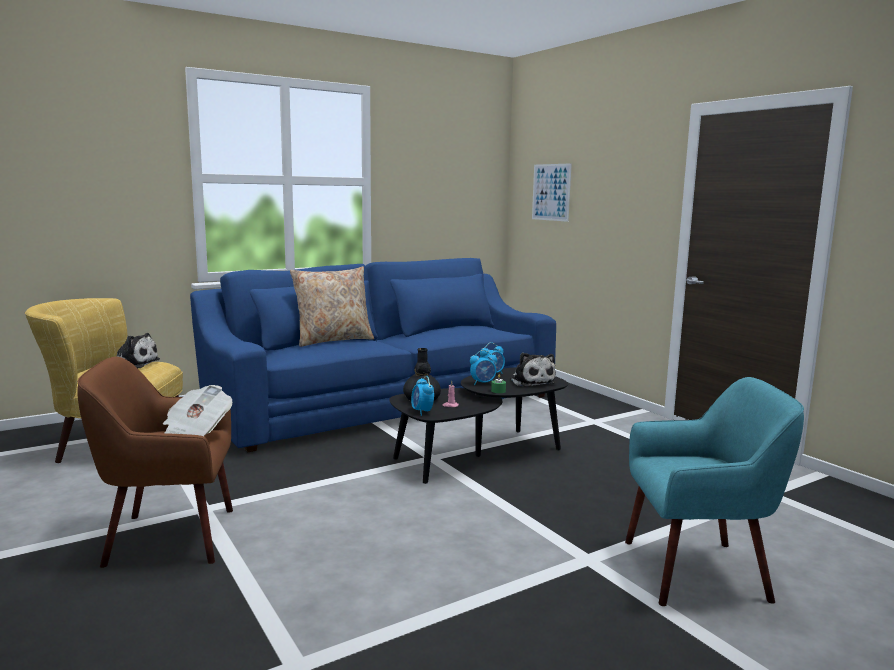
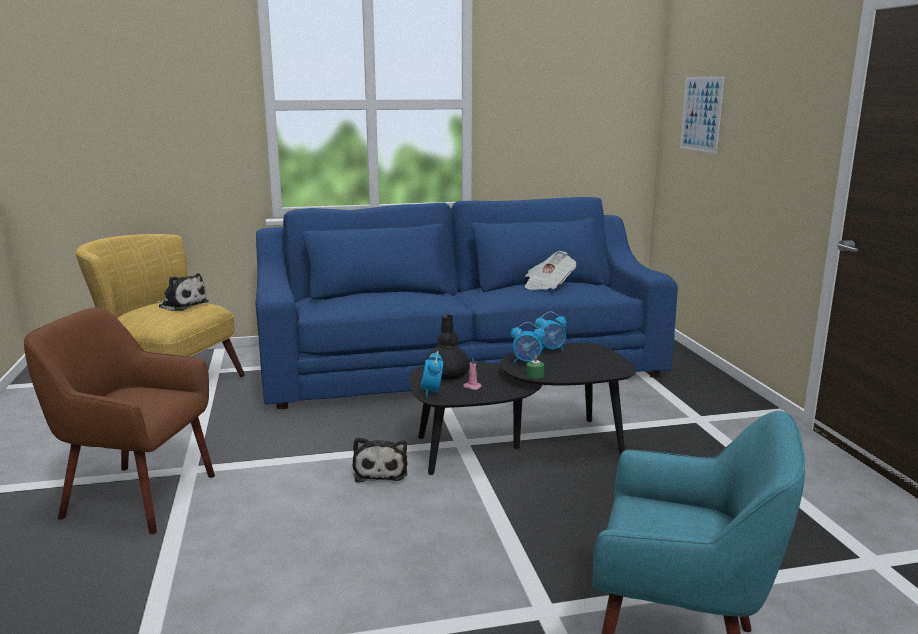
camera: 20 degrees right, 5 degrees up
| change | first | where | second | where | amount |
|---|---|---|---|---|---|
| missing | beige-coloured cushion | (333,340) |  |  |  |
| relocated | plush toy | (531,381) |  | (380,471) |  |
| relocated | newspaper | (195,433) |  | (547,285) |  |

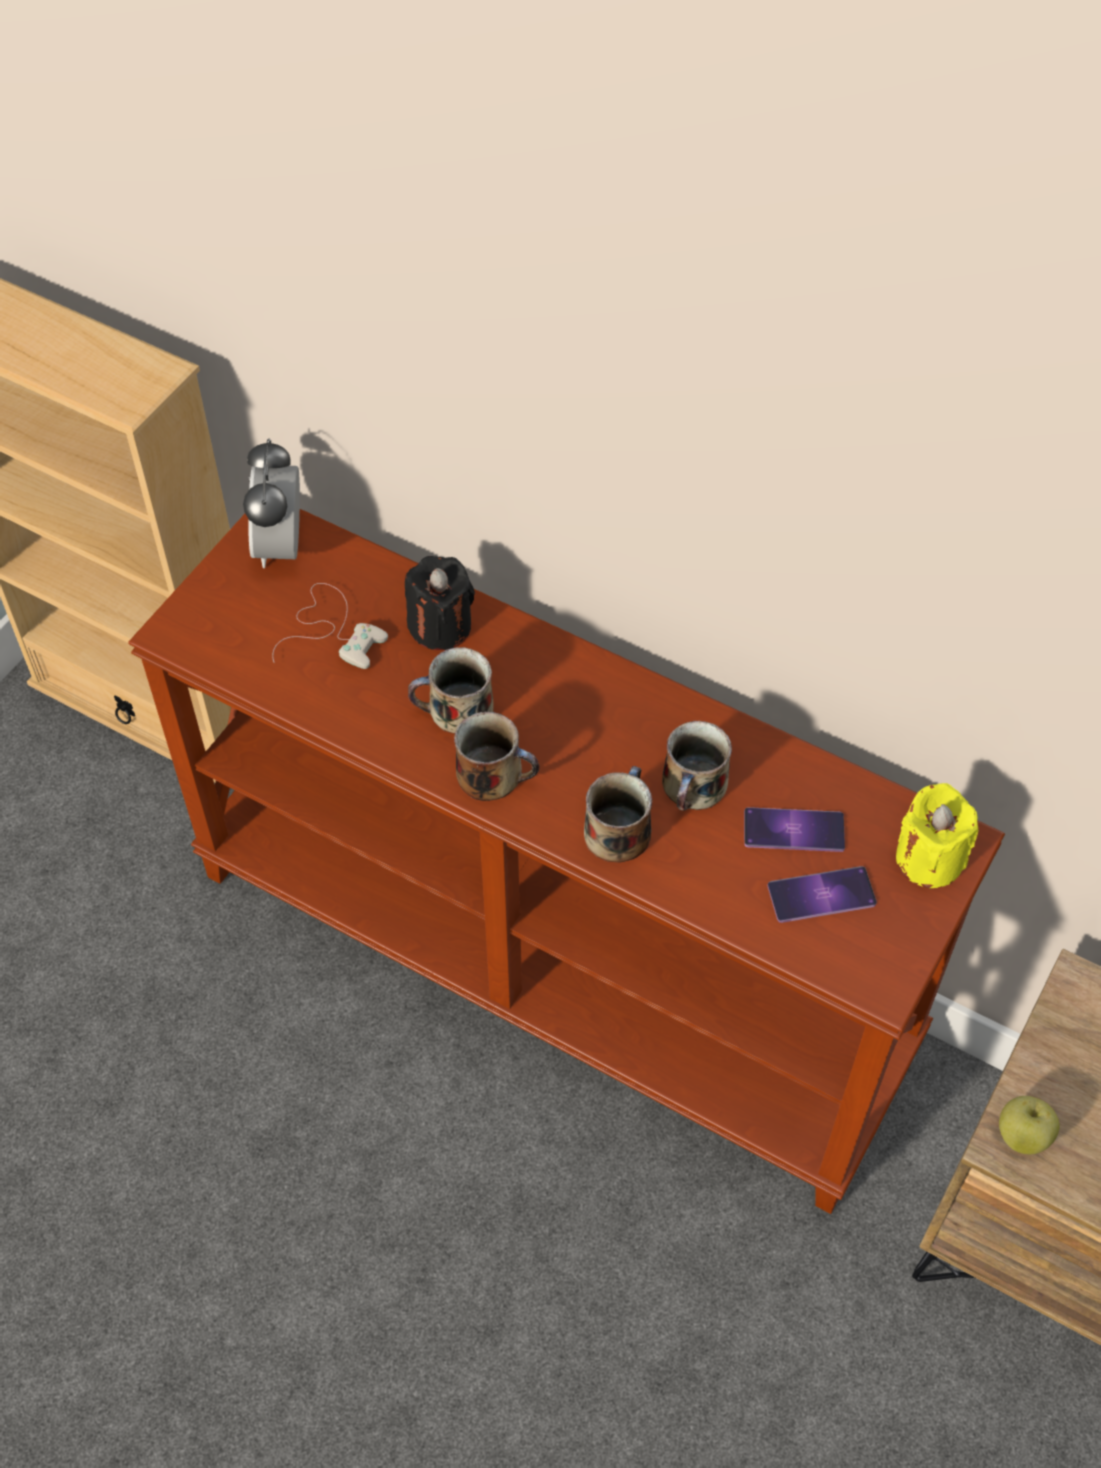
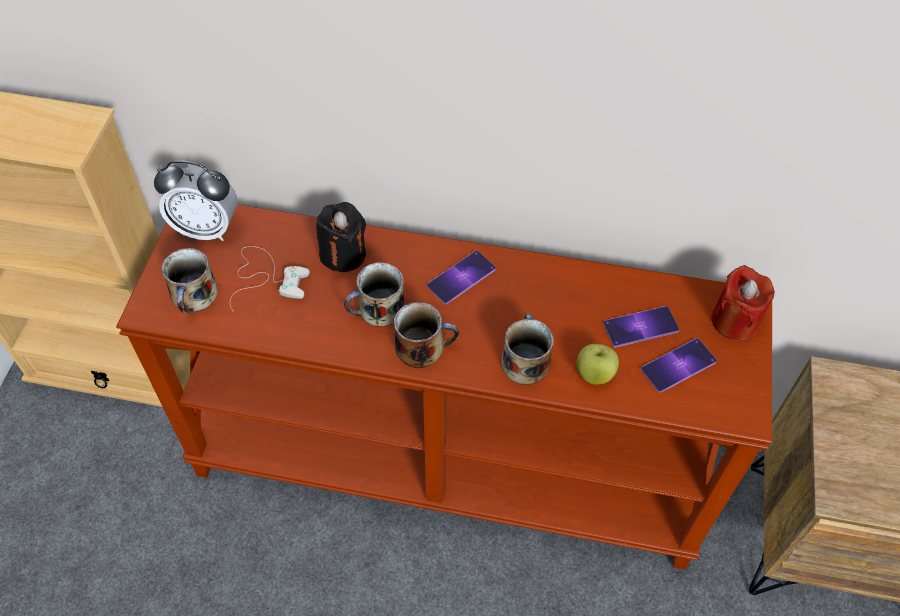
camera: 20 degrees left, 0 degrees up
| change | first | where | second | where | amount |
|---|---|---|---|---|---|
| spun | table clock | (281,546) |  | (206,229) | 60 degrees counterclockwise |
| relocated | mug | (694,787) |  | (194,296) |  |
| colour | yellowish wax light | (928,859) | red wax light | (734,321) |  |
| relocated | whole apple | (1022,1136) |  | (594,374) |  |
| appeared |  |  | handset | (461,277) |  |

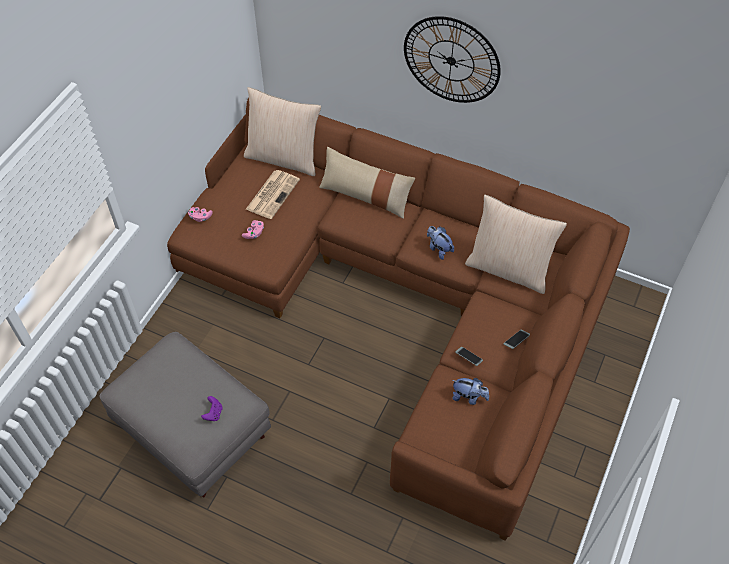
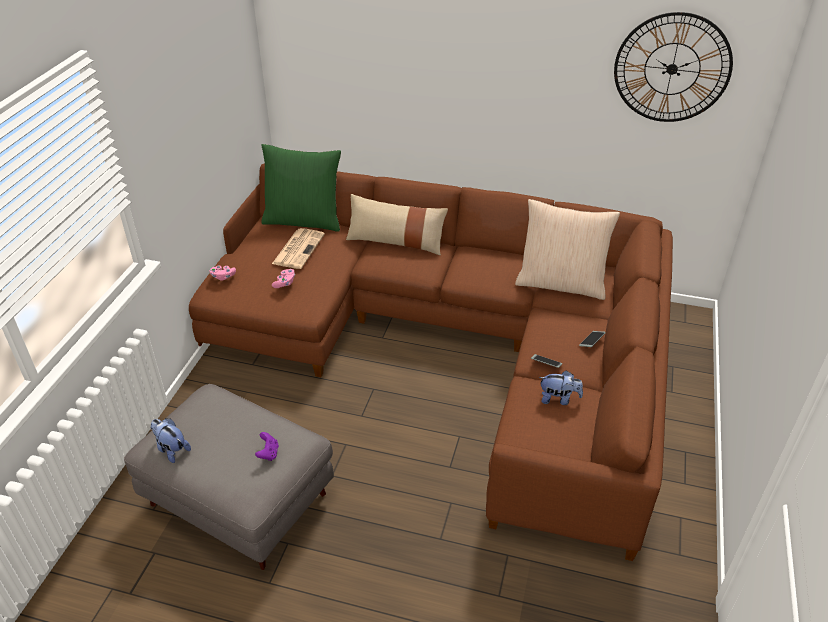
camera: 10 degrees left, 15 degrees down
| change | first | where | second | where | amount |
|---|---|---|---|---|---|
| relocated | clock on the wall | (451,60) |  | (672,69) |  |
| colour | beige-coloured cushion | (284,158) | green cushion | (304,220) |  |
| relocated | plush toy | (438,249) |  | (171,449) |  |

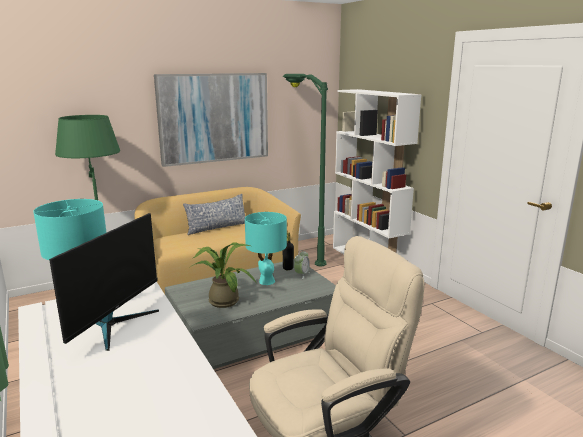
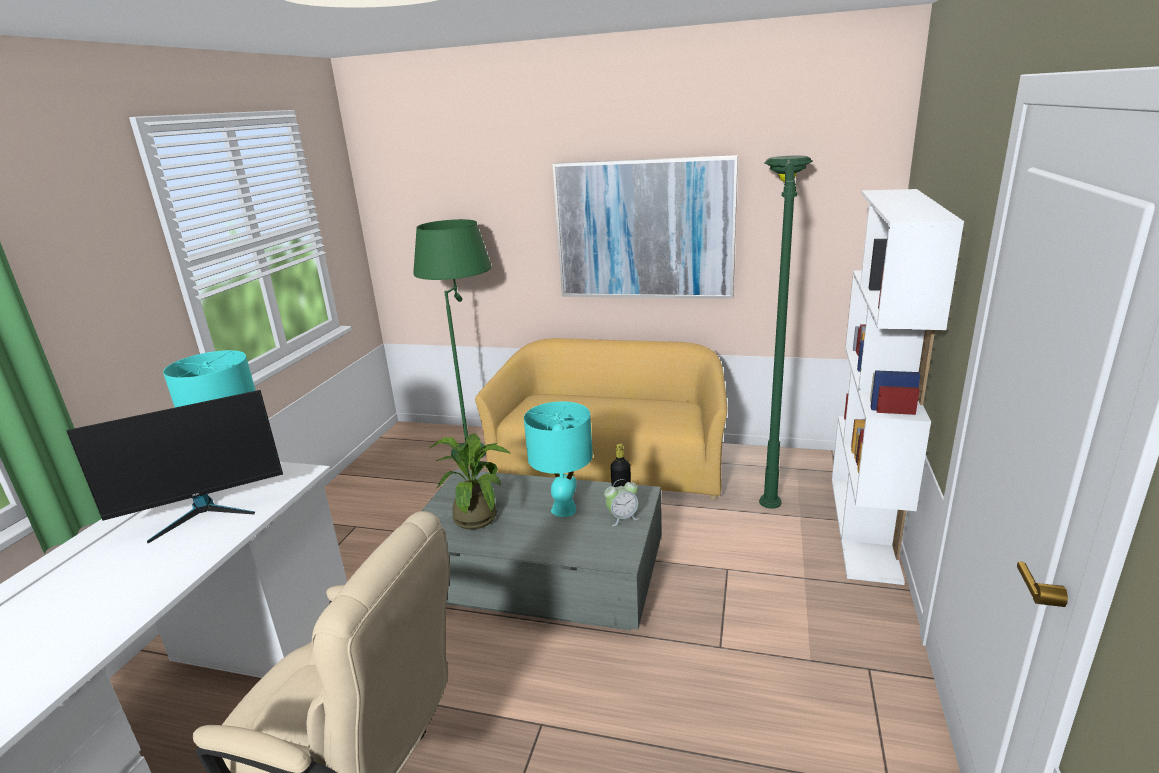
camera: 45 degrees right, 5 degrees up
| change | first | where | second | where | amount |
|---|---|---|---|---|---|
| missing | cushion | (217,227) |  |  |  |

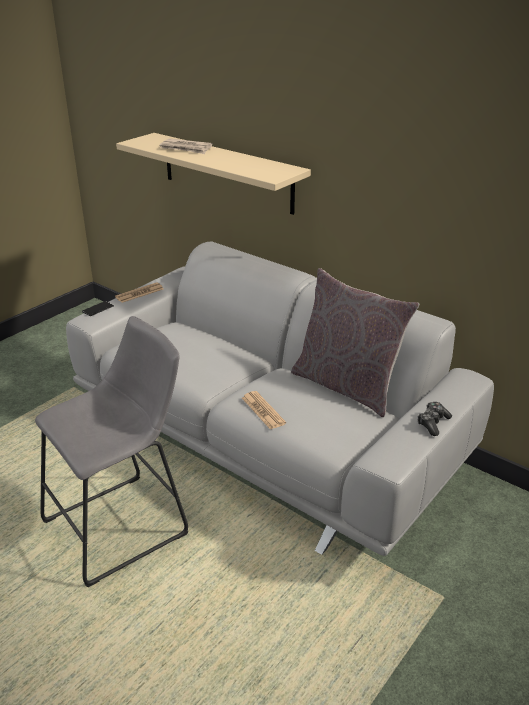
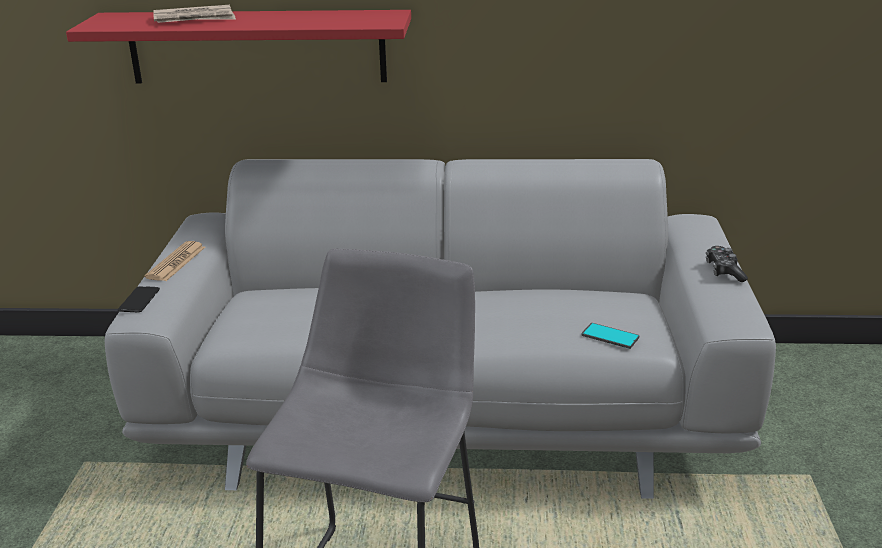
camera: 35 degrees left, 5 degrees down
| change | first | where | second | where | amount |
|---|---|---|---|---|---|
| colour | beige-coloured wall shelf | (227,172) | red wall shelf | (257,47) |  |
| missing | grey cushion | (346,386) |  |  |  |
| missing | newspaper | (263,410) |  |  |  |
| appeared |  |  | handset | (610,336) |  |

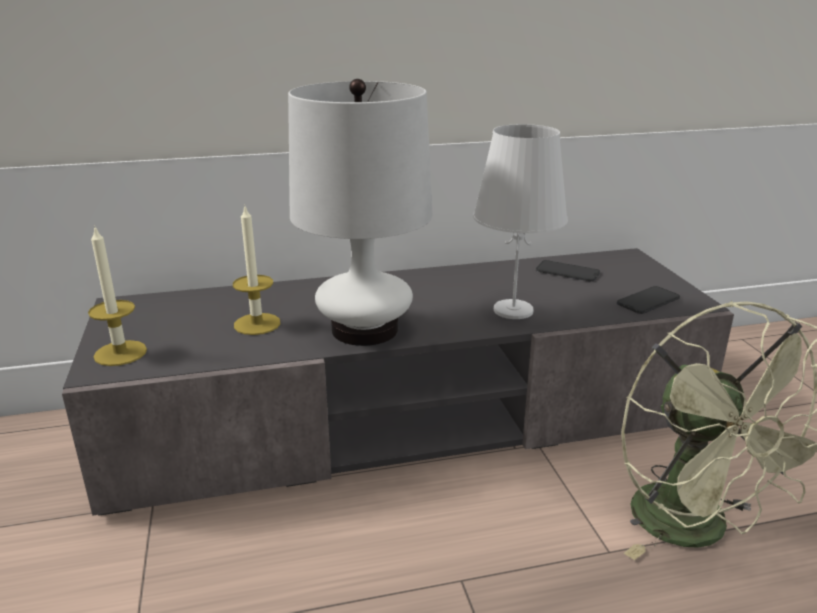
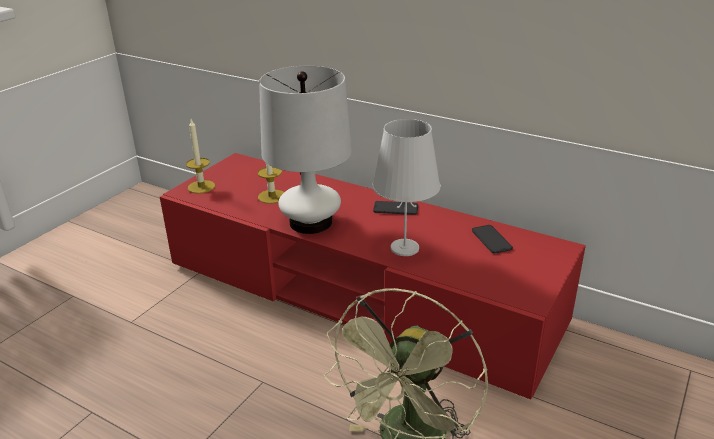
camera: 45 degrees right, 5 degrees up
| change | first | where | second | where | amount |
|---|---|---|---|---|---|
| colour | grey media console | (408,418) | red media console | (358,293) |  |
| relocated | handset | (648,301) |  | (395,208) |  |

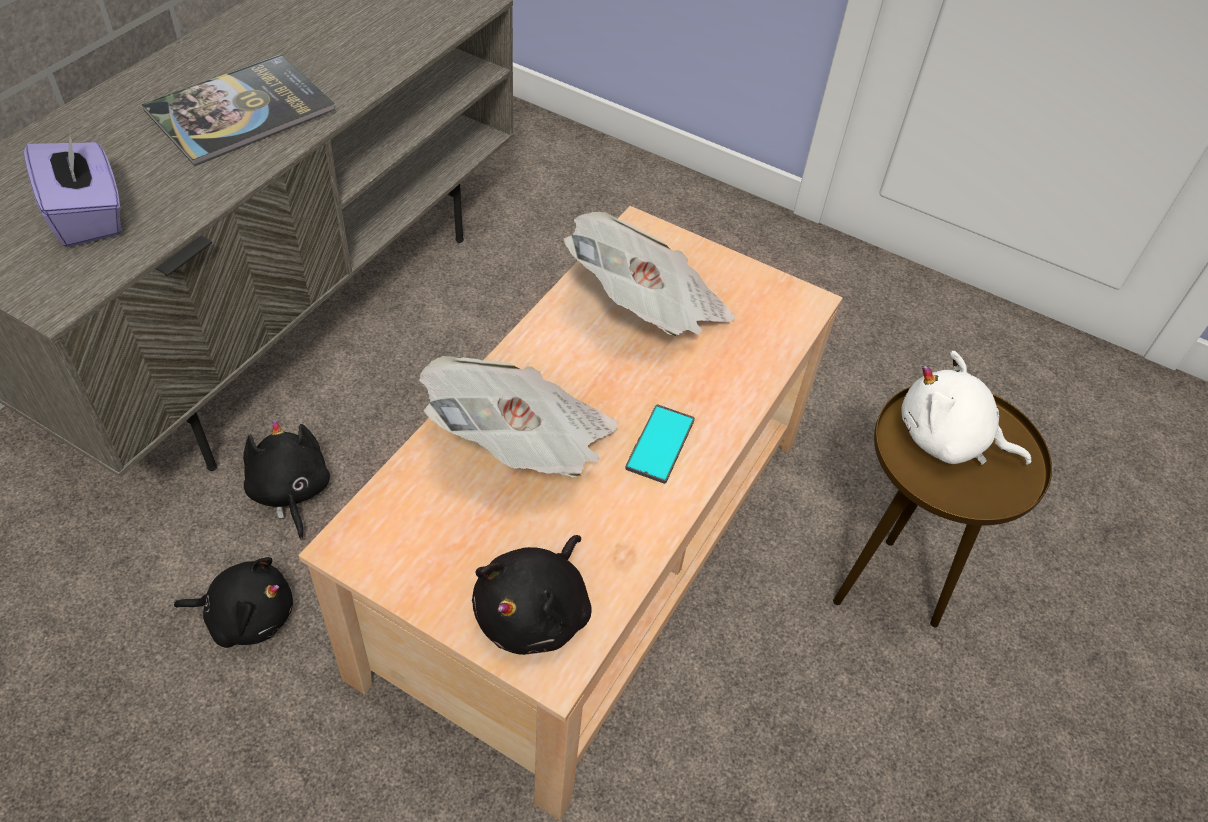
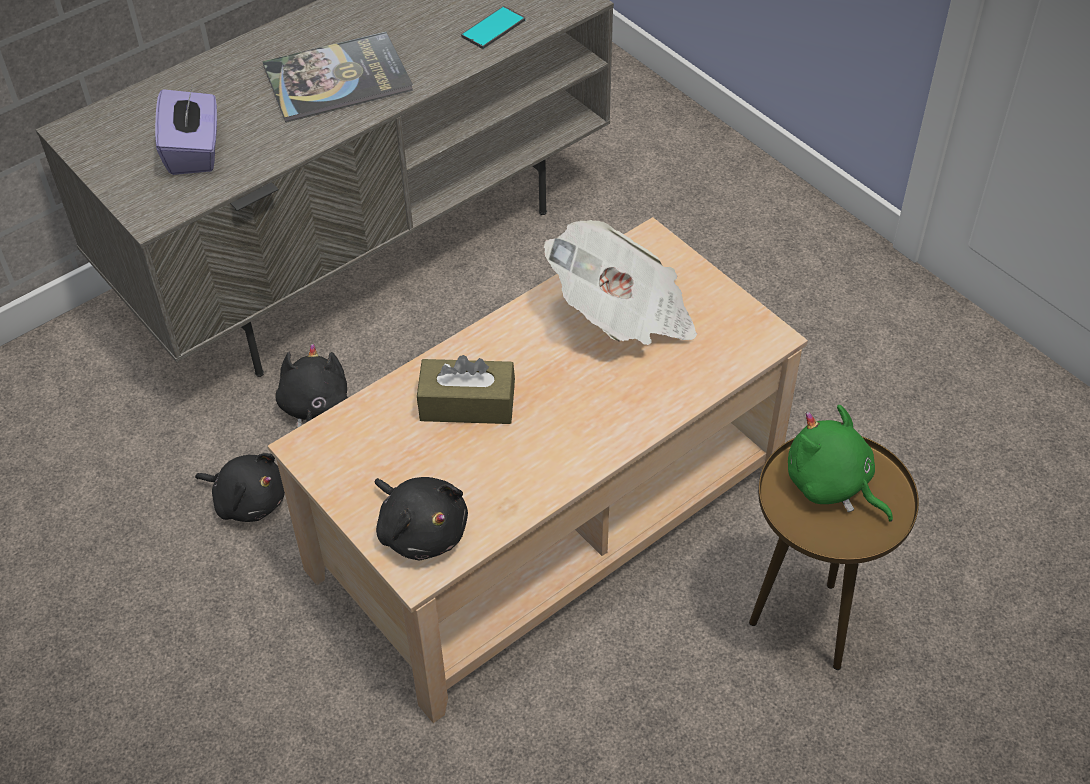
camera: 25 degrees right, 0 degrees up
| change | first | where | second | where | amount |
|---|---|---|---|---|---|
| colour | whitish plush toy | (947,440) | green plush toy | (831,485) |  |
| exchanged | newspaper | (524,445) | brownish box of tissues | (467,404) |  |
| relocated | handset | (660,444) |  | (493,28) |  |
| spun | black plush toy | (535,612) |  | (421,530) | 90 degrees counterclockwise |

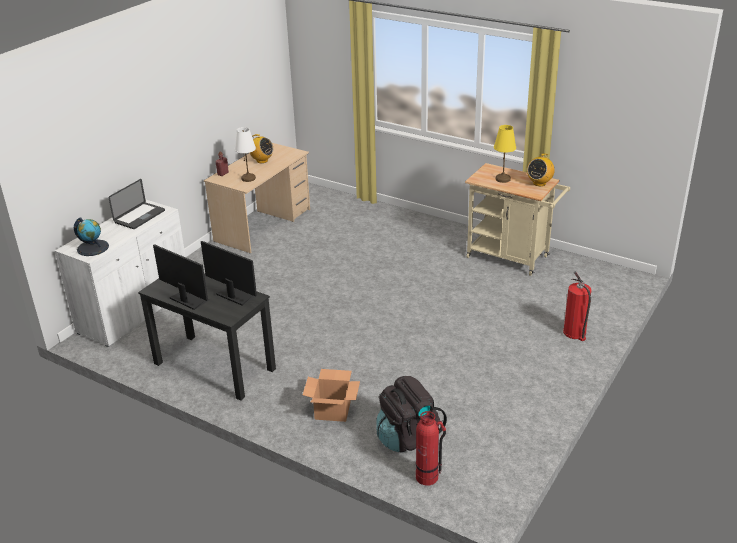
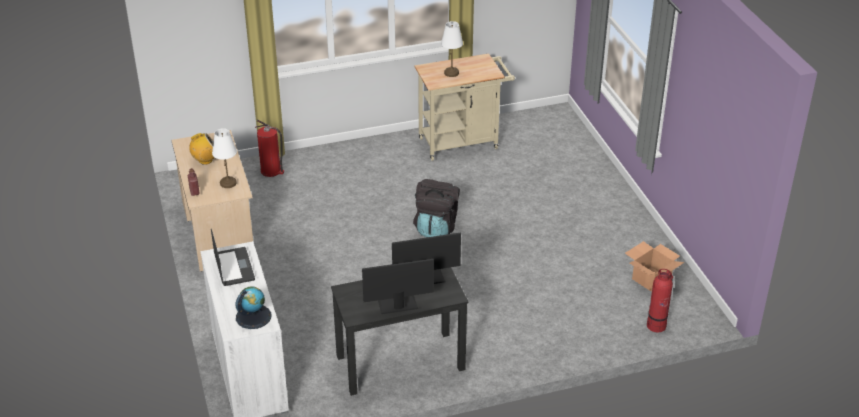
camera: 50 degrees left, 5 degrees up
| change | first | where | second | where | amount |
|---|---|---|---|---|---|
| colour | yellowish lamp for a table | (503,179) | whitish lamp for a table | (452,73) |  |
| missing | radio set | (539,183) |  |  |  |
| relocated | extinguisher | (575,333) |  | (271,171) |  |
| relocated | packing box | (332,410) |  | (651,280) |  |
| relocated | black backpack | (408,437) |  | (436,227) |  |

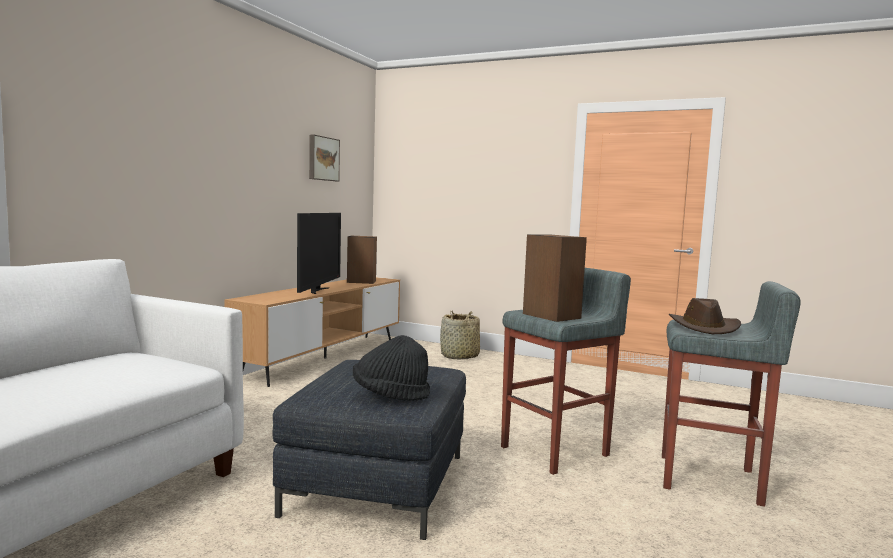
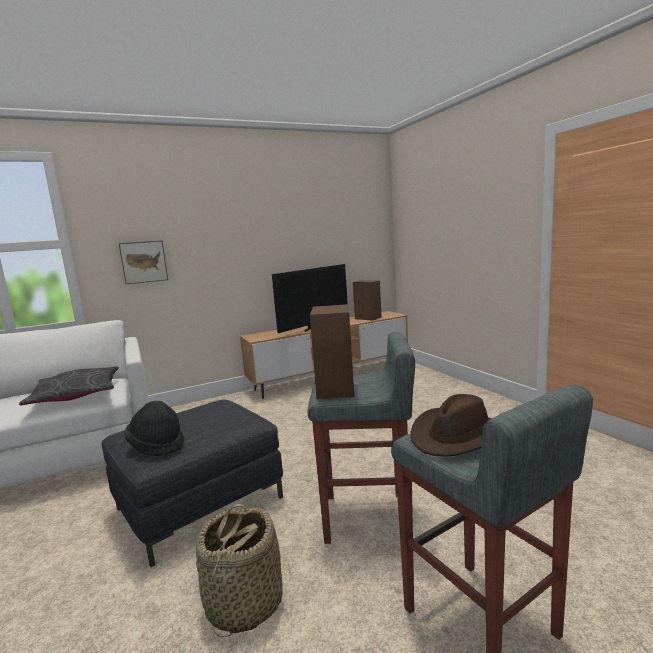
camera: 40 degrees right, 5 degrees up
| change | first | where | second | where | amount |
|---|---|---|---|---|---|
| relocated | wall art | (322,158) |  | (143,262) |  |
| relocated | basket | (460,356) |  | (243,603) |  |
| appeared |  |  | grey cushion | (76,395) |  |

